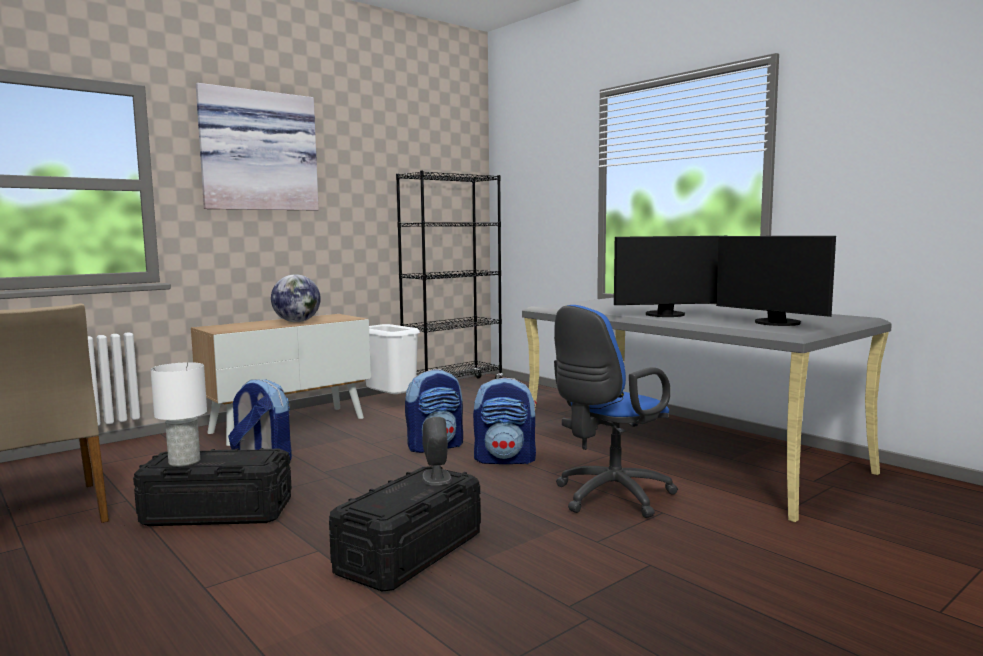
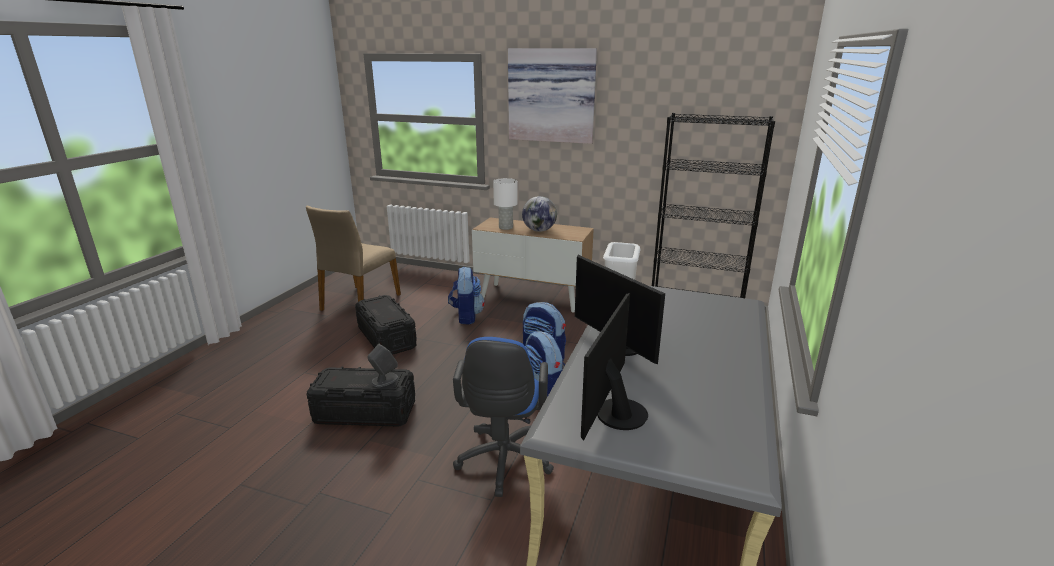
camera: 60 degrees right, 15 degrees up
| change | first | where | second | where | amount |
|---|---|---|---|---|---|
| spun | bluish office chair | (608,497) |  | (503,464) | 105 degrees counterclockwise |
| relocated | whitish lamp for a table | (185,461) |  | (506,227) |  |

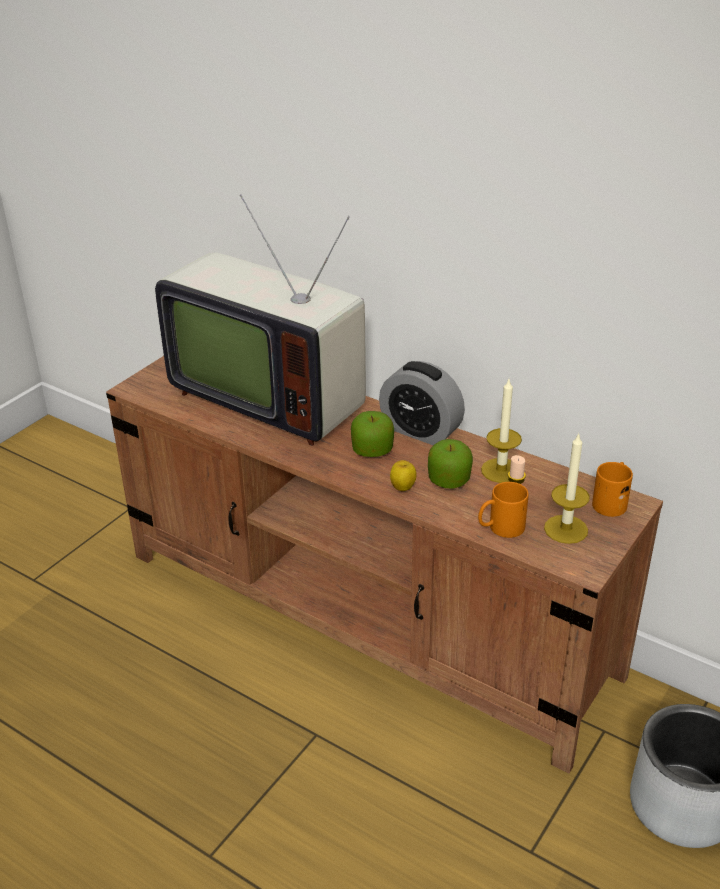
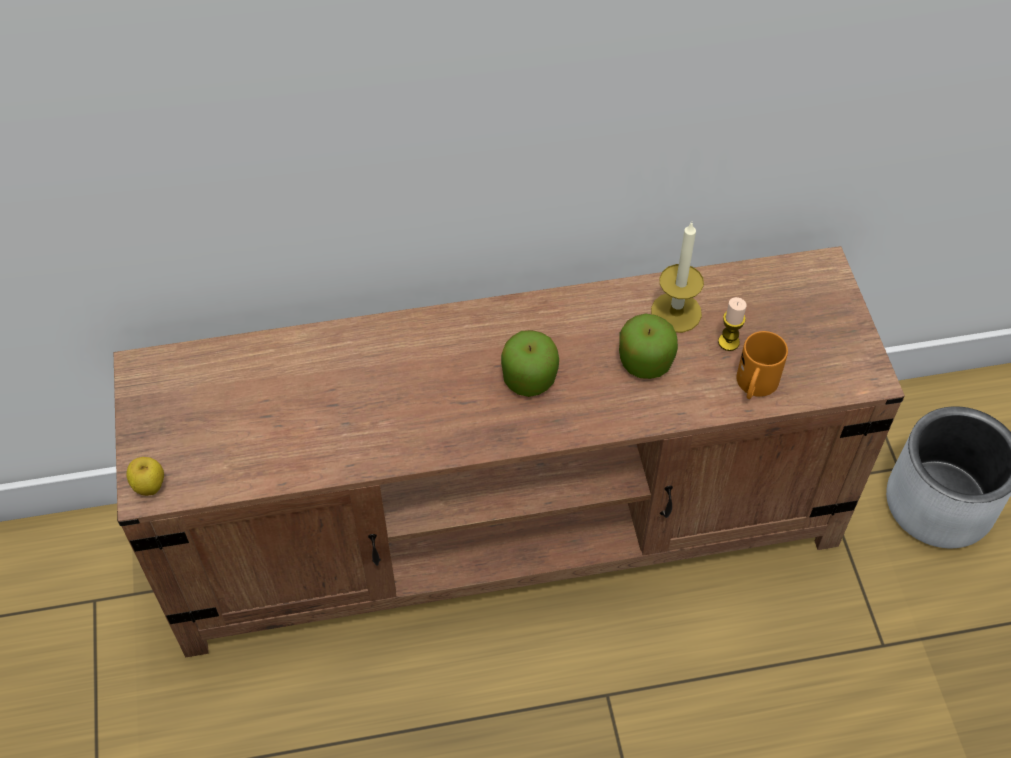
camera: 45 degrees left, 20 degrees up
| change | first | where | second | where | amount |
|---|---|---|---|---|---|
| missing | TV set | (270,397) |  |  |  |
| missing | table clock | (420,431) |  |  |  |
| missing | wax light | (566,529) |  |  |  |
| relocated | whole apple | (403,488) |  | (150,487) |  |
| missing | orange-coloured mug | (611,501) |  |  |  |

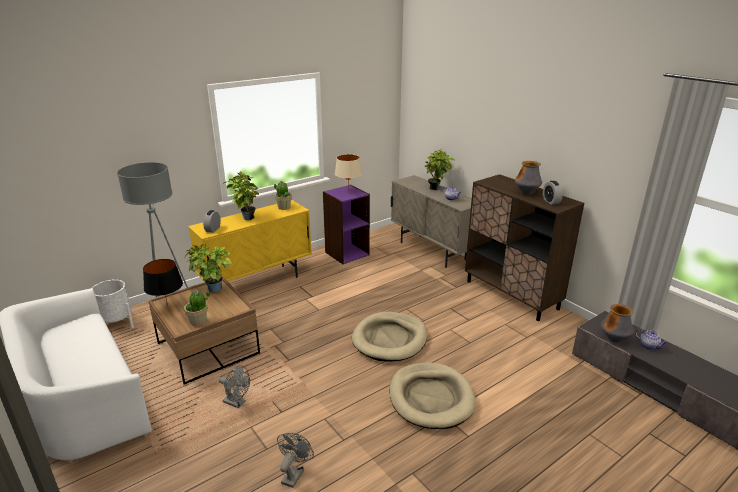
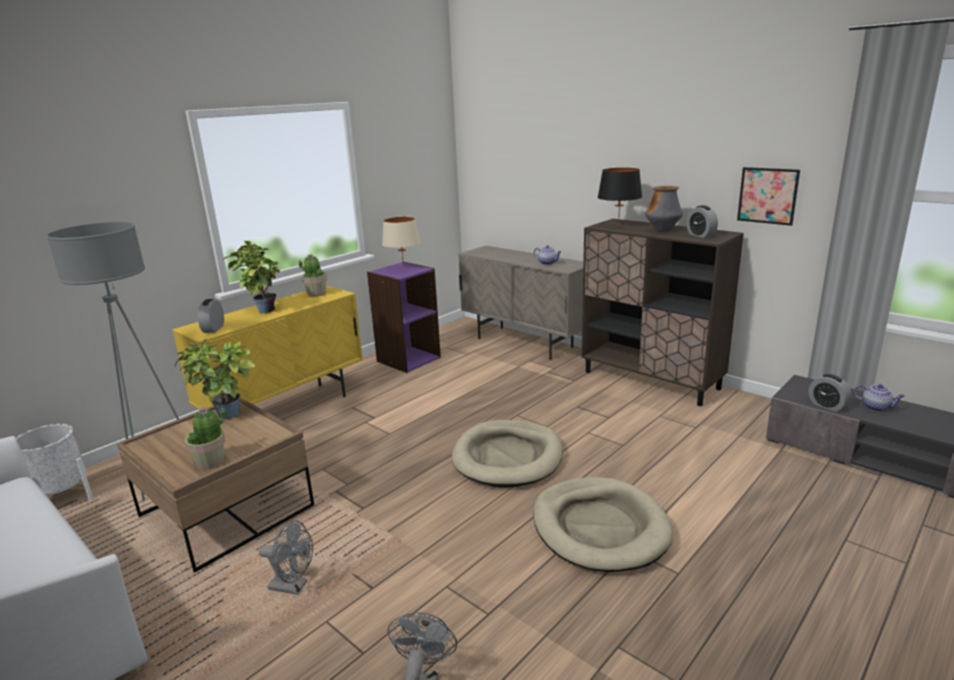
camera: 10 degrees left, 5 degrees down
| change | first | where | second | where | amount |
|---|---|---|---|---|---|
| missing | plant in a pot | (436,189) |  |  |  |
| relocated | black lamp for a table | (167,306) |  | (618,225) |  |
| exchanged | flower vase | (614,339) | table clock | (827,405) |  |
| appeared |  |  | wall art | (767,195) |  |

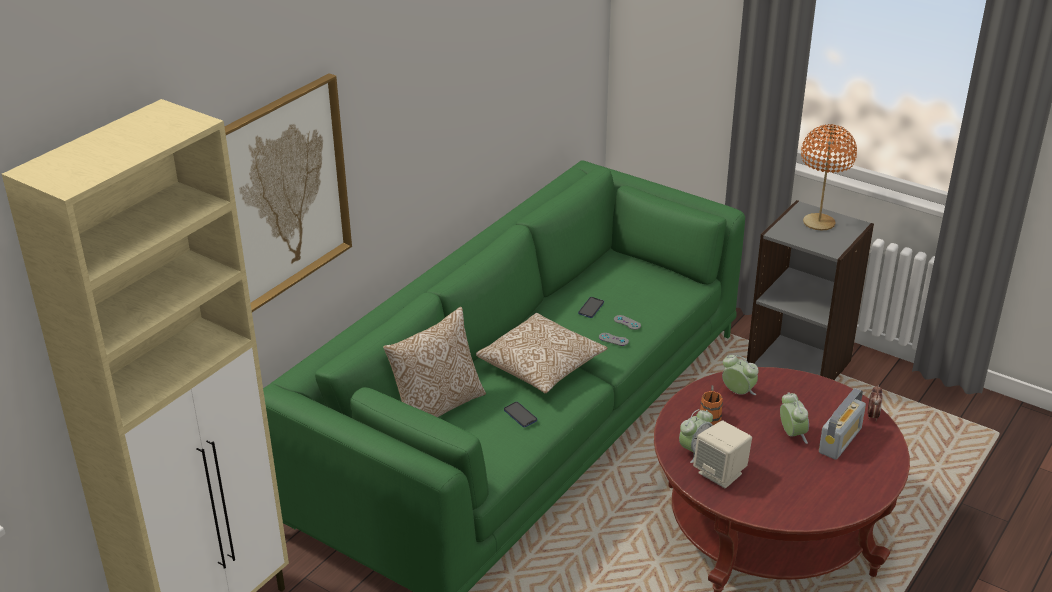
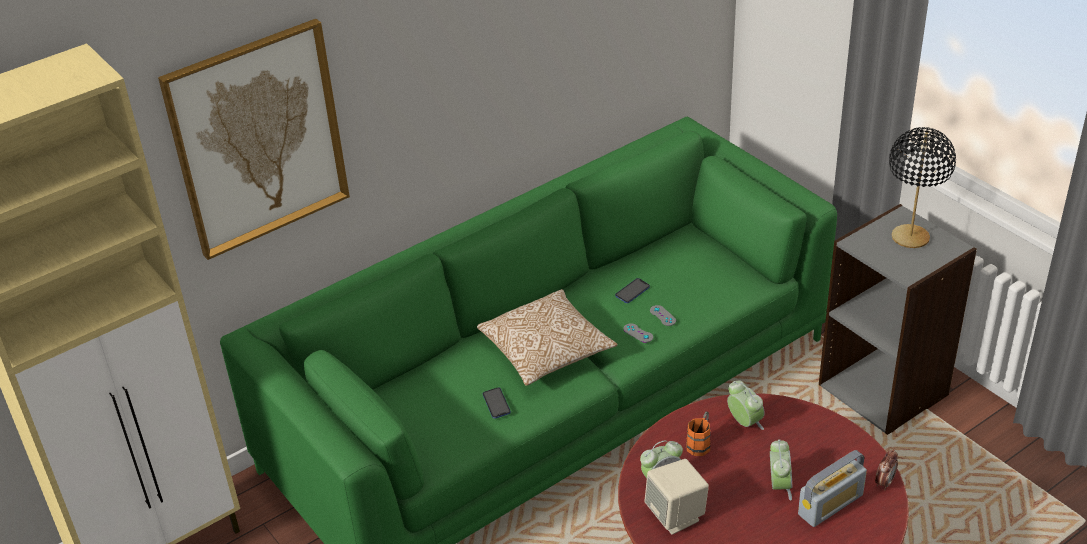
camera: 20 degrees right, 5 degrees up
| change | first | where | second | where | amount |
|---|---|---|---|---|---|
| colour | orange-coloured lamp for a table | (818,223) | black lamp for a table | (909,237) |  |
| missing | cushion | (436,407) |  |  |  |

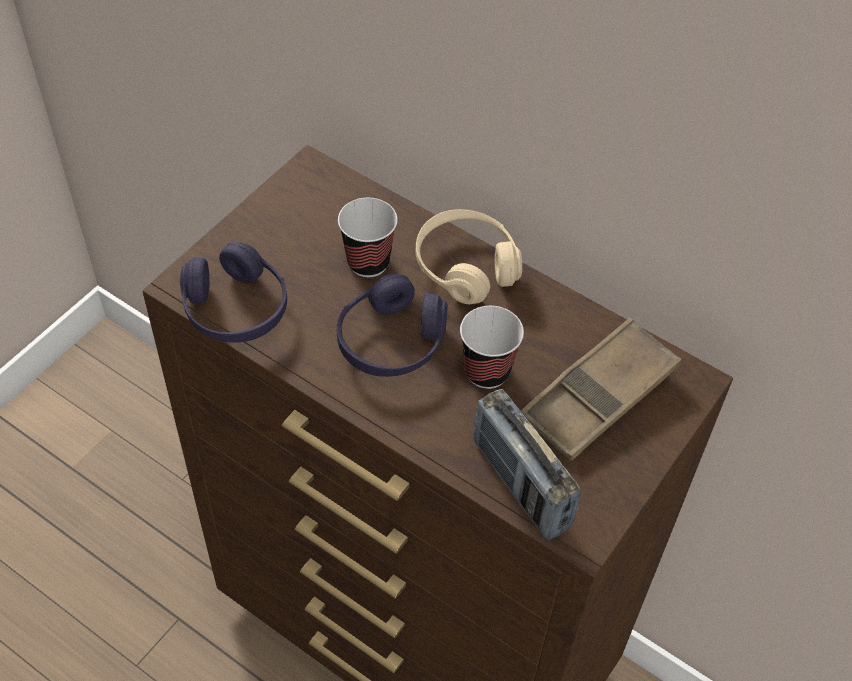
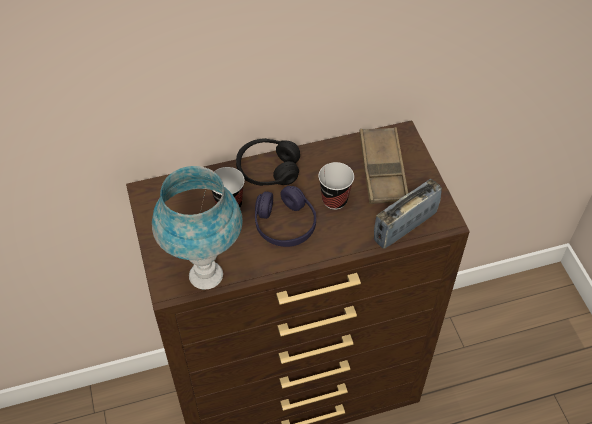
camera: 50 degrees left, 0 degrees up
| change | first | where | second | where | amount |
|---|---|---|---|---|---|
| colour | beige-coloured pair of headphones | (466,267) | black pair of headphones | (268,170) |  |
| exchanged | purple-coloured pair of headphones | (235,308) | bluish lamp for a table | (206,275) |  |
| spun | radio set | (520,485) |  | (405,227) | 135 degrees clockwise |

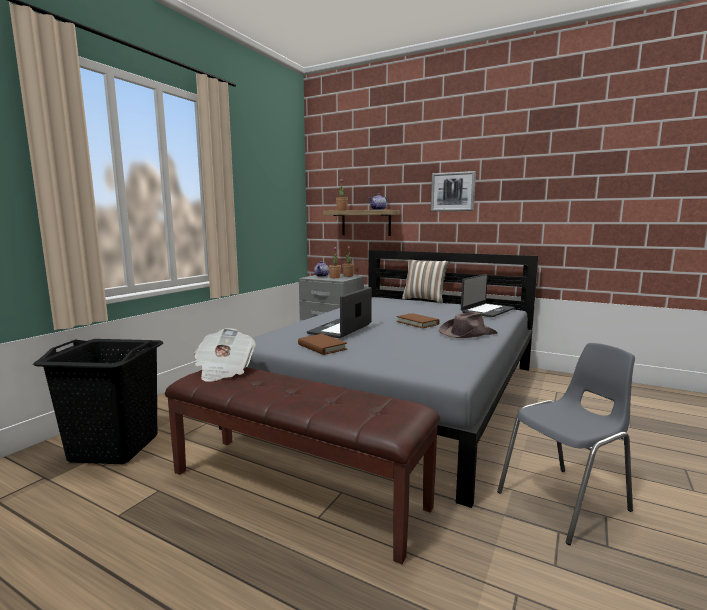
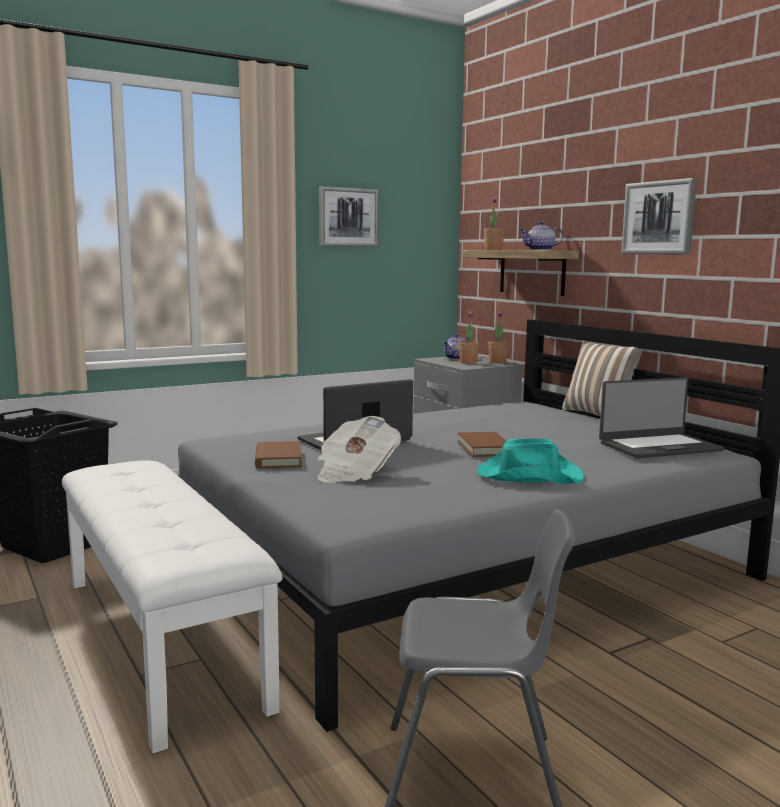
camera: 30 degrees right, 0 degrees up
| change | first | where | second | where | amount |
|---|---|---|---|---|---|
| colour | brownish wearable hat | (467,333) | turquoise-coloured wearable hat | (528,475) |  |
| relocated | newspaper | (224,370) |  | (355,473) |  |
| colour | brownish indoor bench | (297,488) | whitish indoor bench | (162,638) |  |
| appeared |  |  | wall art | (348,217) |  |

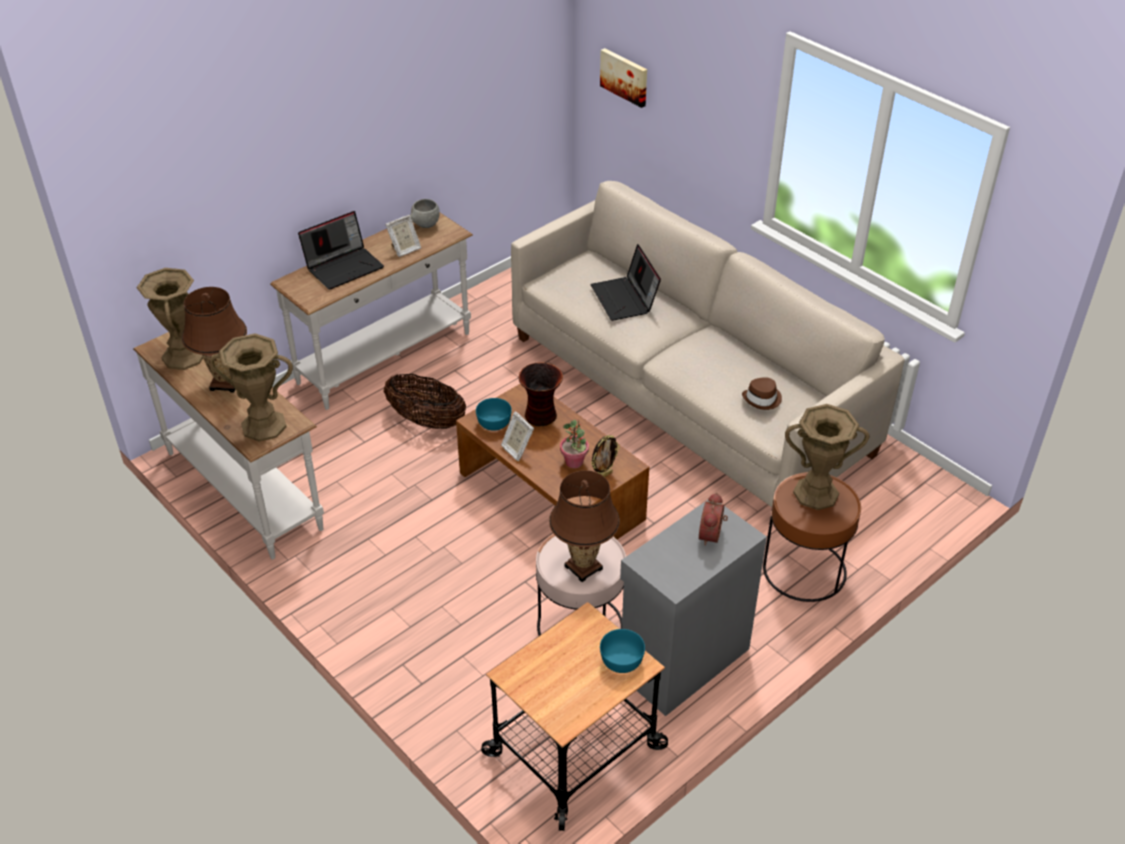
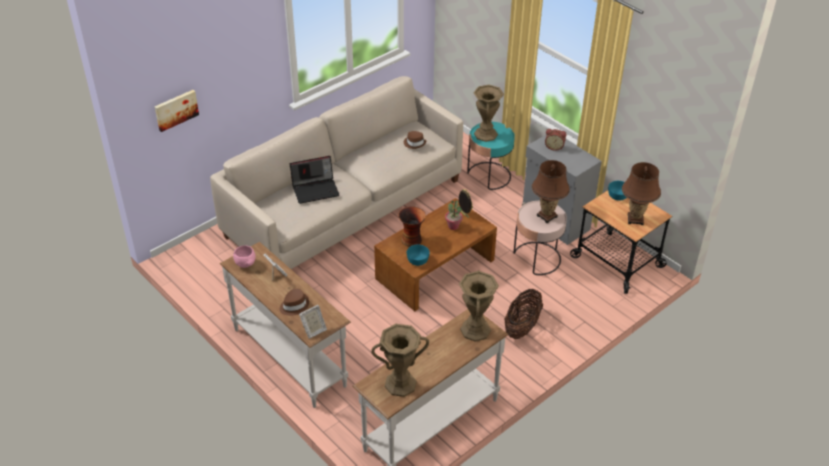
camera: 90 degrees left, 0 degrees up
| change | first | where | second | where | amount |
|---|---|---|---|---|---|
| colour | grey deep dish | (425,225) | pink-coloured deep dish | (245,265) |  |
| exchanged | laptop | (344,266) | brownish wearable hat | (294,305) |  |
| relocated | brownish lamp for a table | (225,383) |  | (635,219) |  |
| relocated | basket | (426,421) |  | (522,327) |  |
| relocated | photo frame | (517,449) |  | (313,330) |  |
| colour | brownish accent table | (804,570) | turquoise-coloured accent table | (489,176) |  |

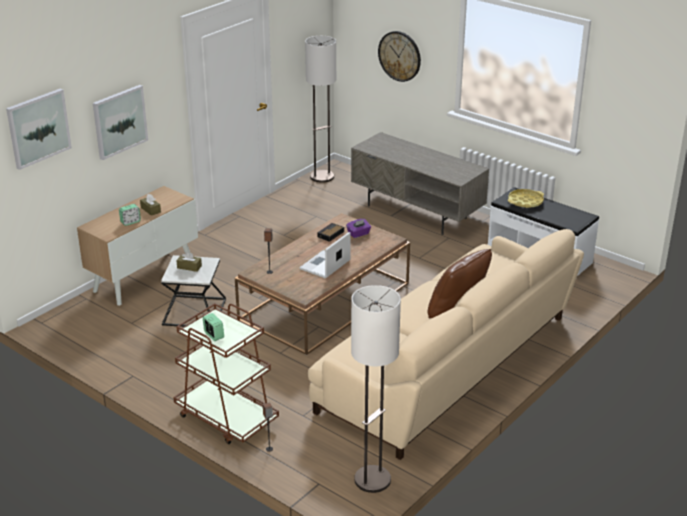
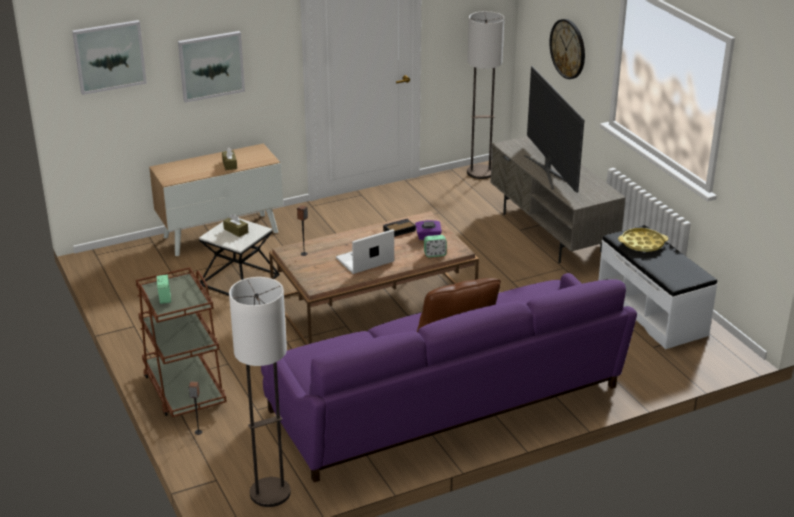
camera: 25 degrees right, 0 degrees up
| change | first | where | second | where | amount |
|---|---|---|---|---|---|
| relocated | table clock | (130,222) |  | (435,254) |  |
| colour | beige-coloured settee | (448,365) | purple-coloured settee | (445,402) |  |
| appeared |  |  | TV set | (550,170) |  |

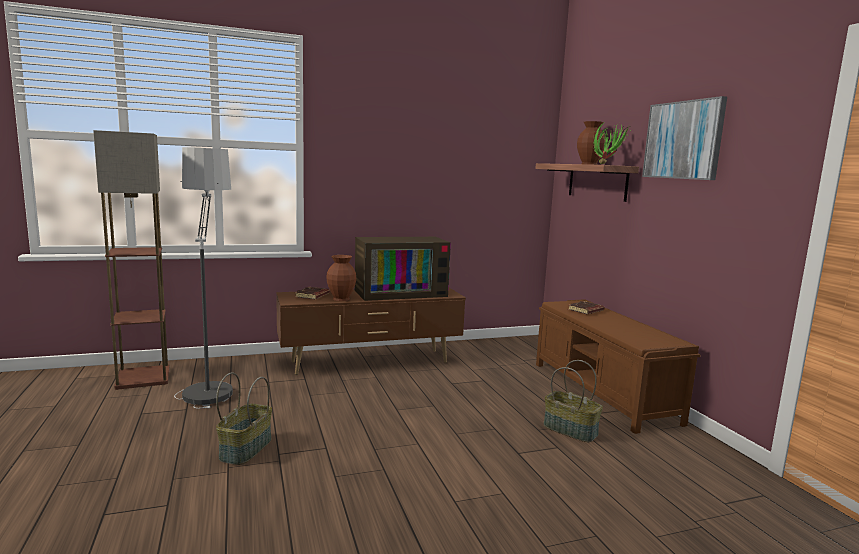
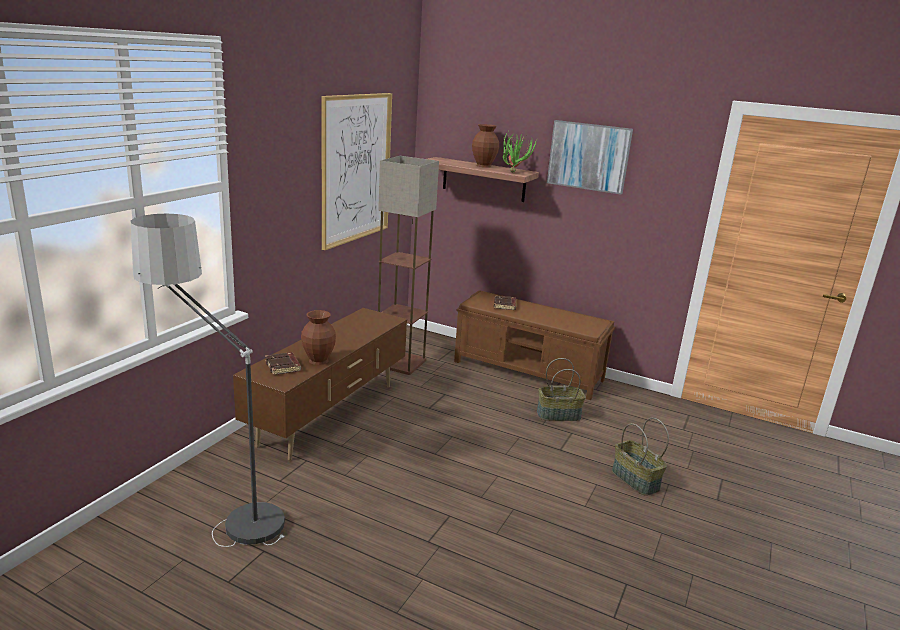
camera: 45 degrees left, 10 degrees up
| change | first | where | second | where | amount |
|---|---|---|---|---|---|
| relocated | floor lamp | (144,378) |  | (401,363) |  |
| missing | TV set | (401,293) |  |  |  |
| relocated | basket | (245,448) |  | (634,480) |  |
| appeared |  |  | wall art | (356,168) |  |

